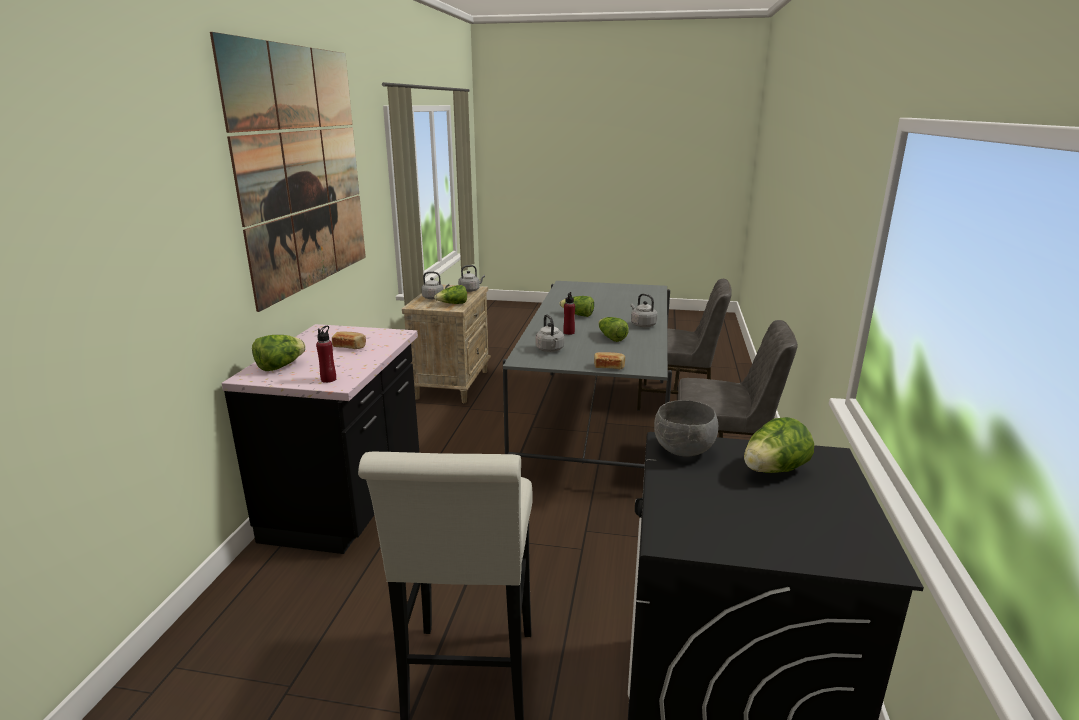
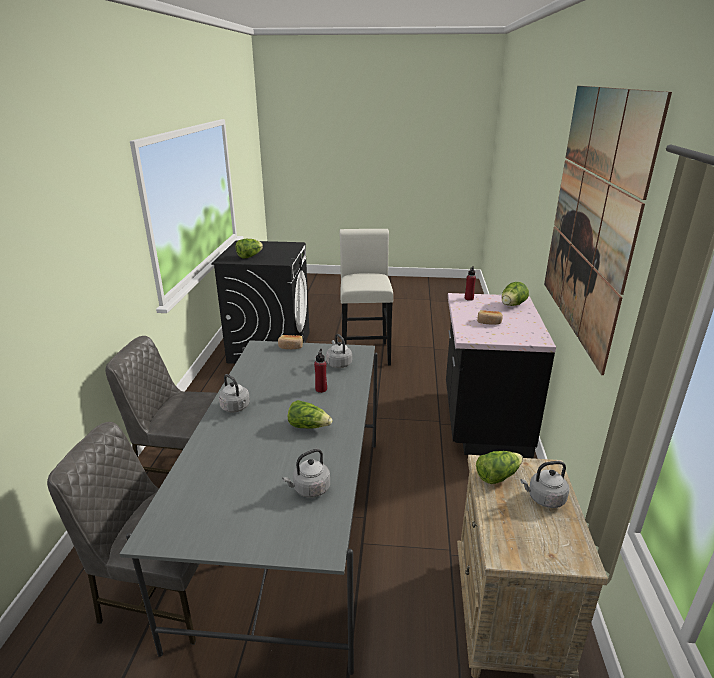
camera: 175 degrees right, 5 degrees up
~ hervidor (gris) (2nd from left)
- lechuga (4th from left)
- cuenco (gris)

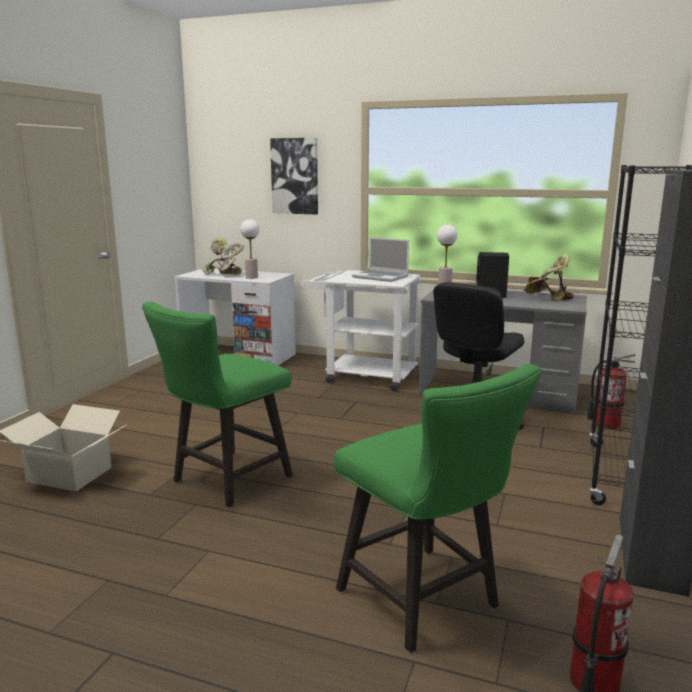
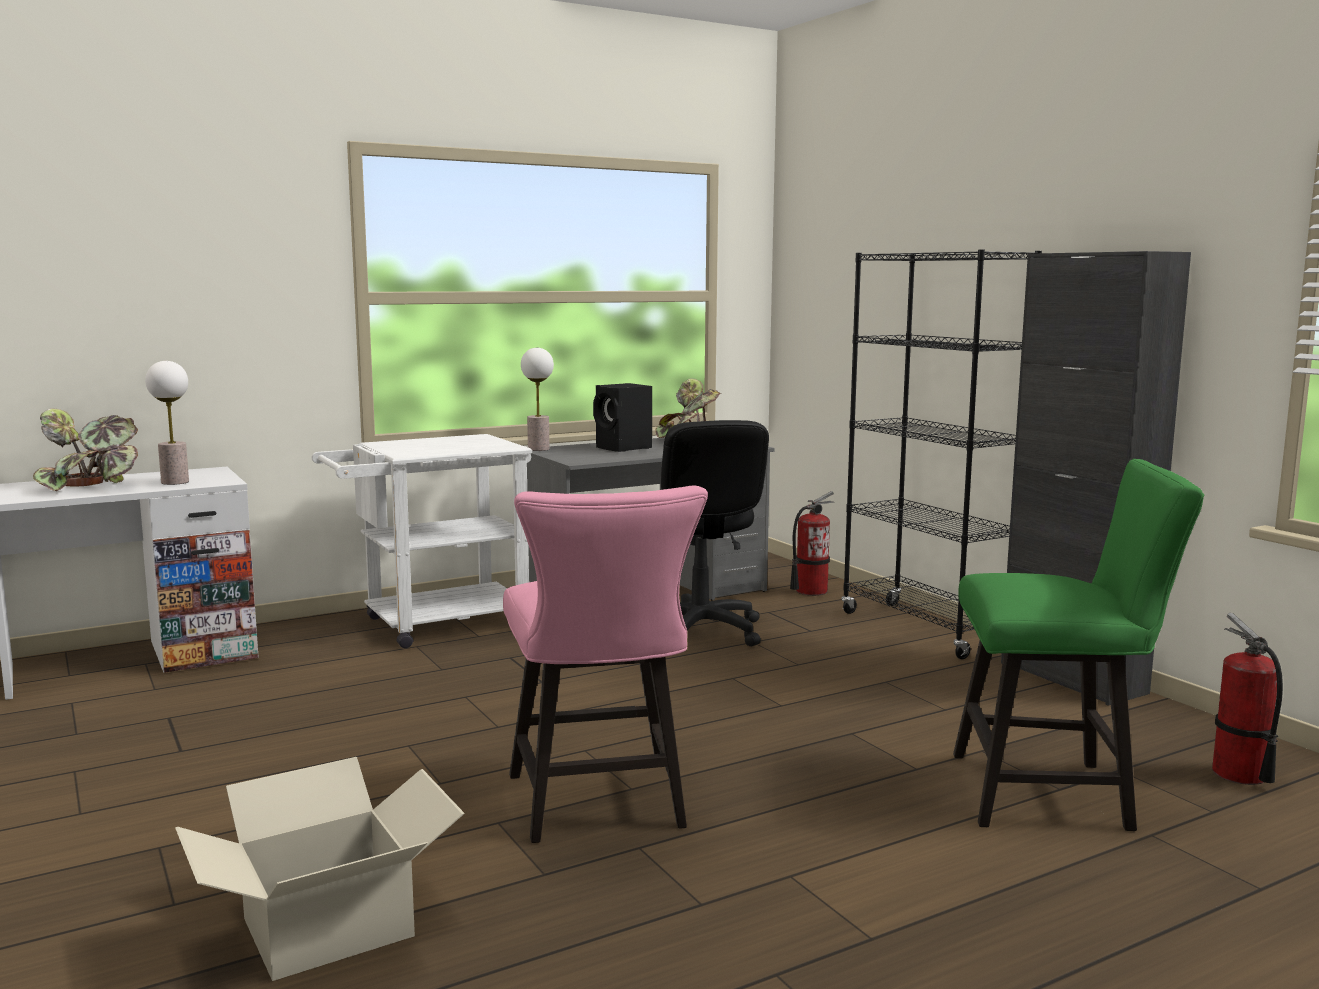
camera: 50 degrees left, 5 degrees down
- cuadro
- portátil
~ silla (verde) (1st from left) to silla (rosa)

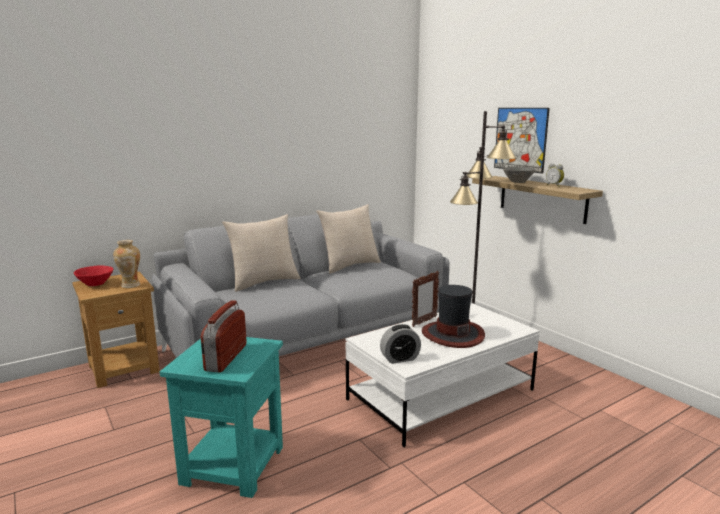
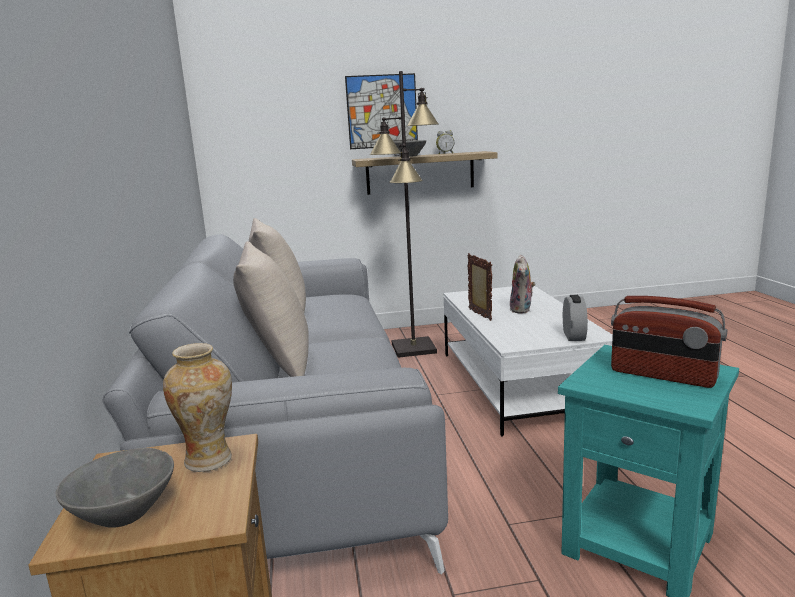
camera: 65 degrees left, 0 degrees up
~ cuenco (rojo) to cuenco (gris) (1st from left)
~ sombrero to peluche

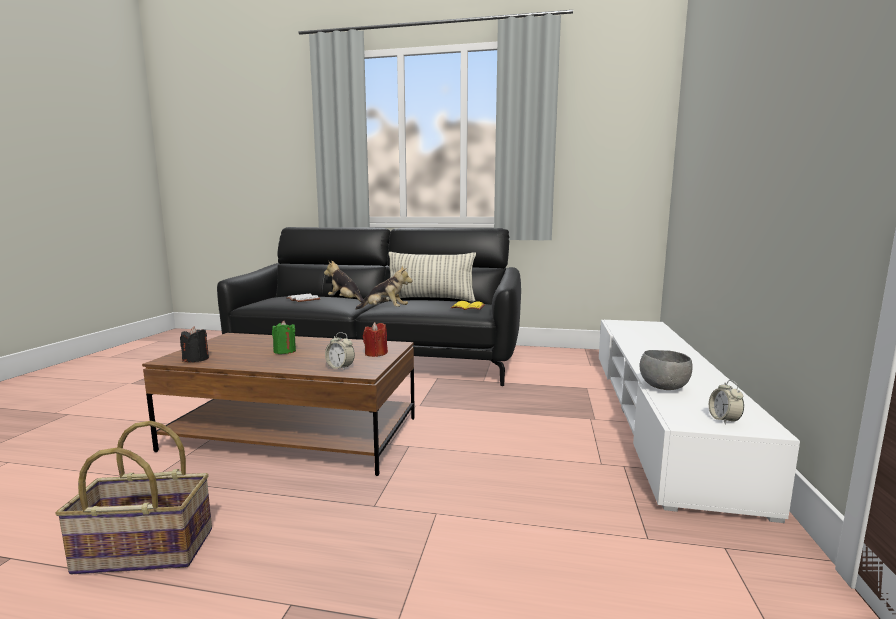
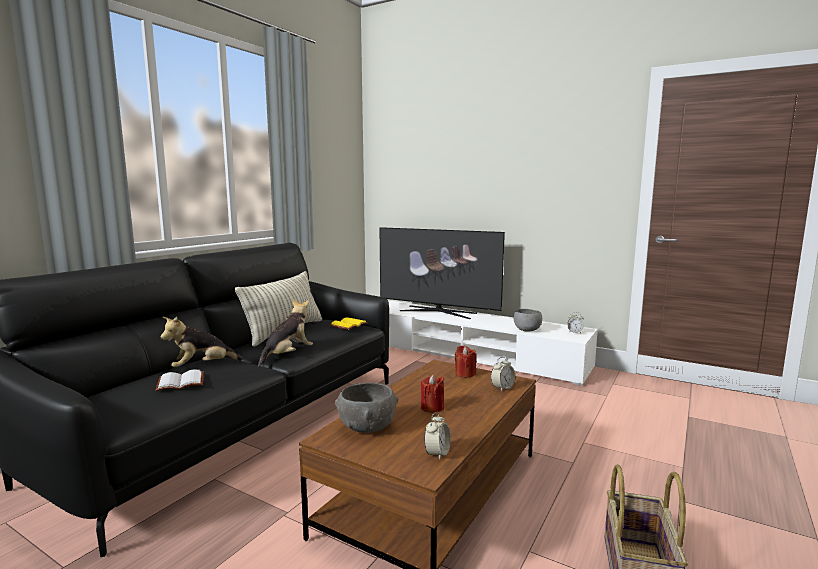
camera: 70 degrees left, 0 degrees up
~ vela (verde) to vela (rojo) (1st from left)
~ vela (negro) to despertador (1st from left)
+ televisor
+ cuenco (gris) (1st from left)

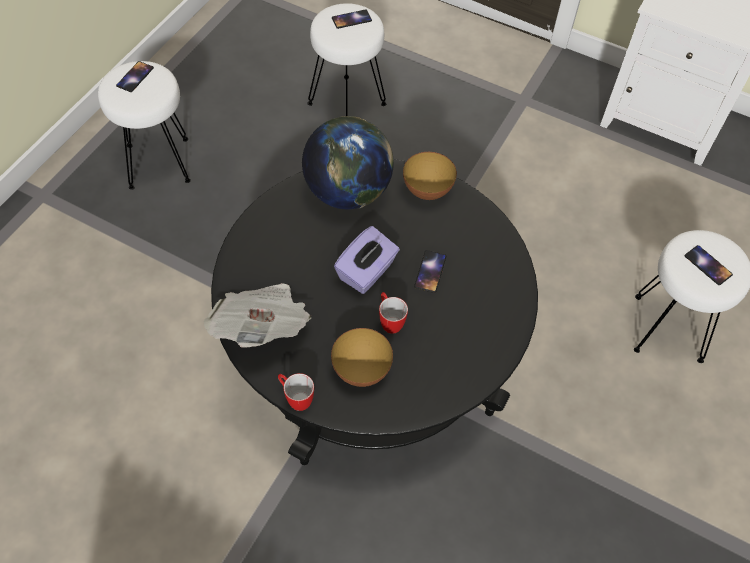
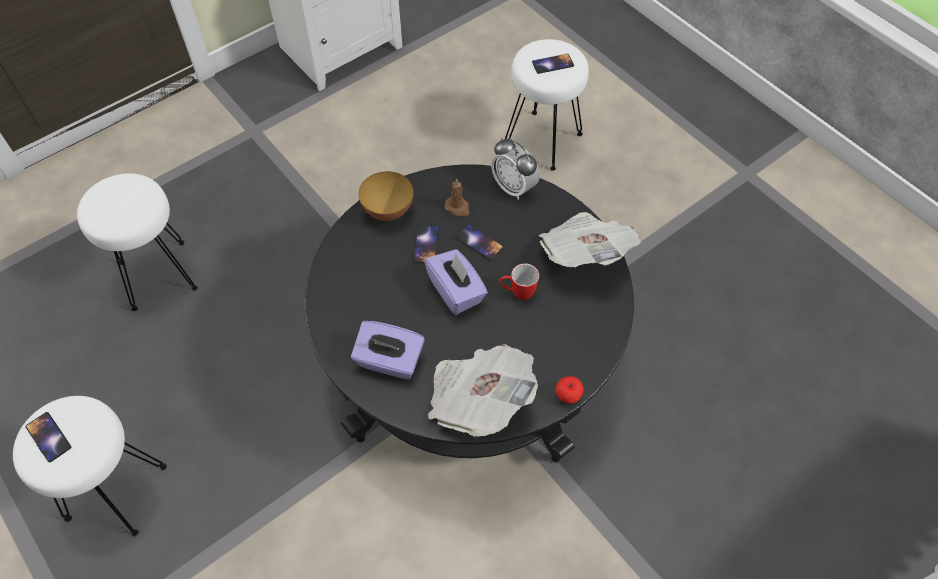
camera: 65 degrees left, 0 degrees up
~ móvil (2nd from left)
- globo terráqueo
- cuenco (1st from left)
~ taza grande (1st from left) to manzana
+ despertador
+ vela (marrón)
+ periódico (2nd from left)
+ caja de pañuelos (morado) (1st from left)

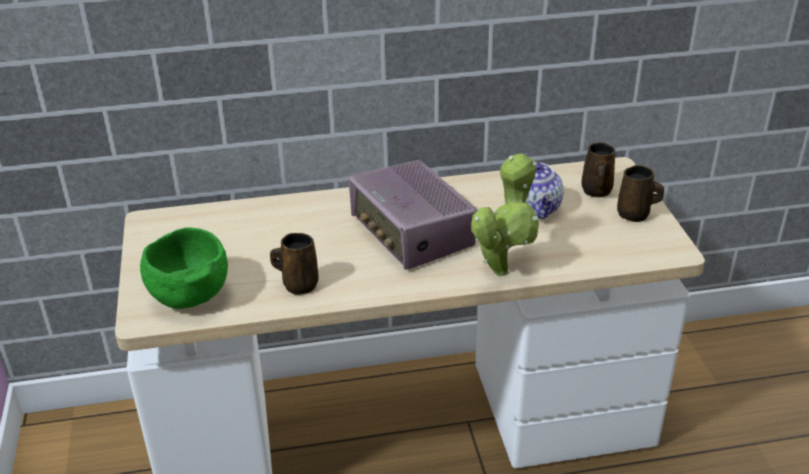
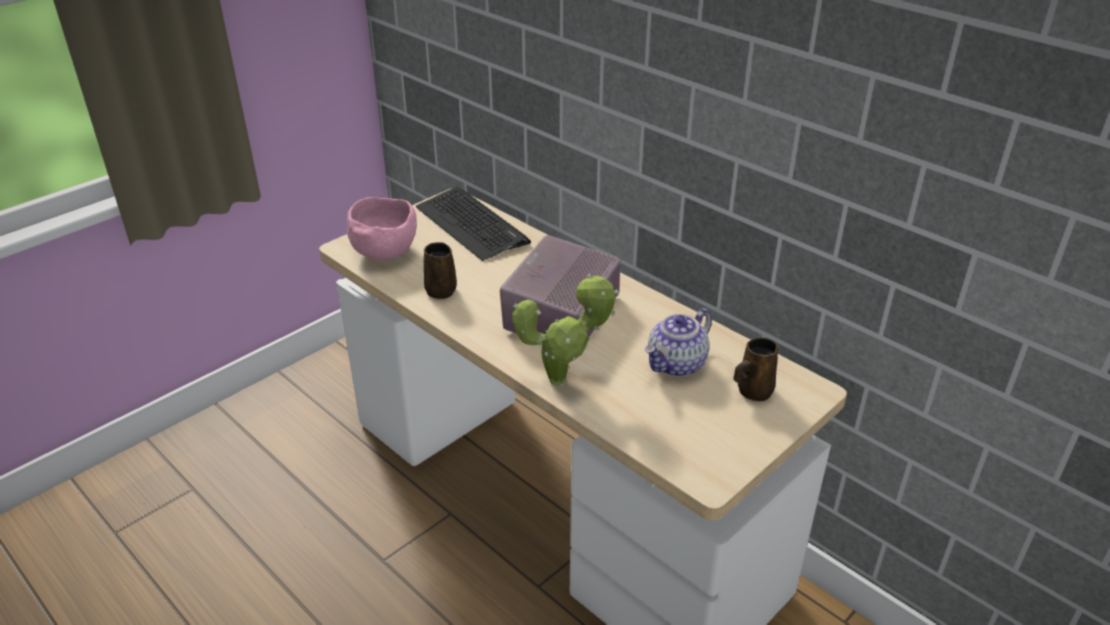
camera: 55 degrees right, 0 degrees up
- taza grande (marrón) (3rd from left)
~ cuenco (verde) to cuenco (rosa)
+ teclado

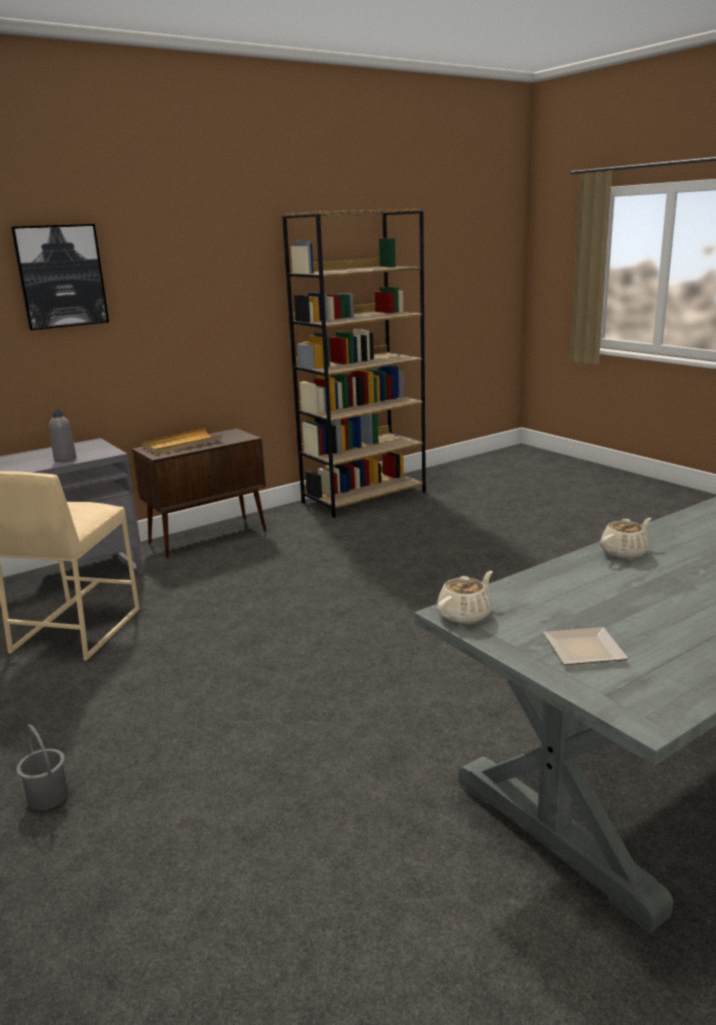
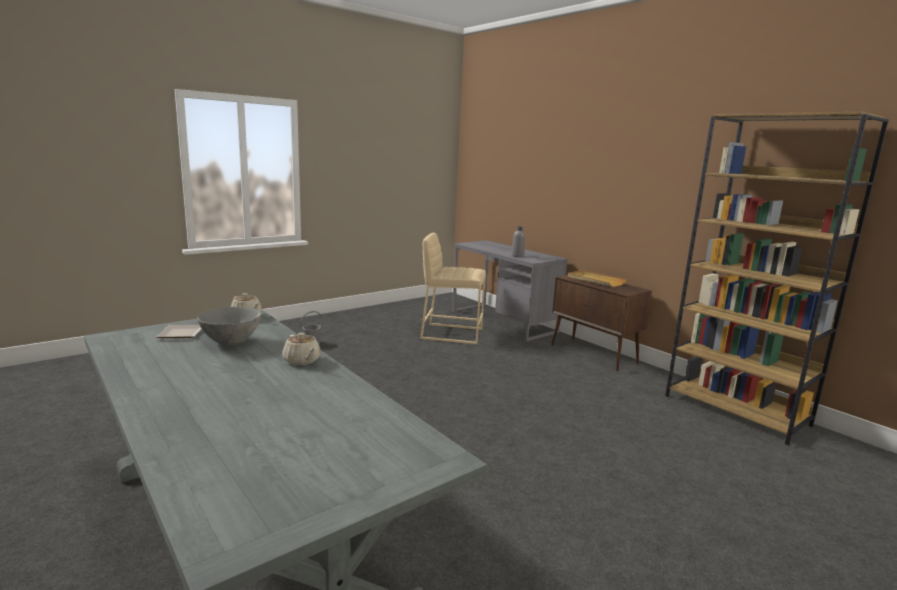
camera: 85 degrees right, 5 degrees down
- cuadro
+ cuenco (gris)

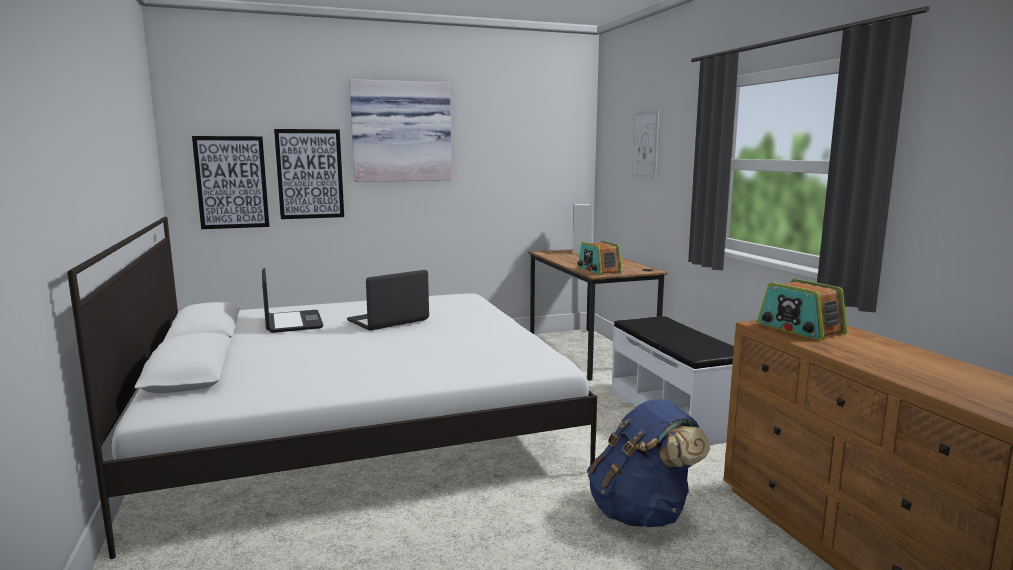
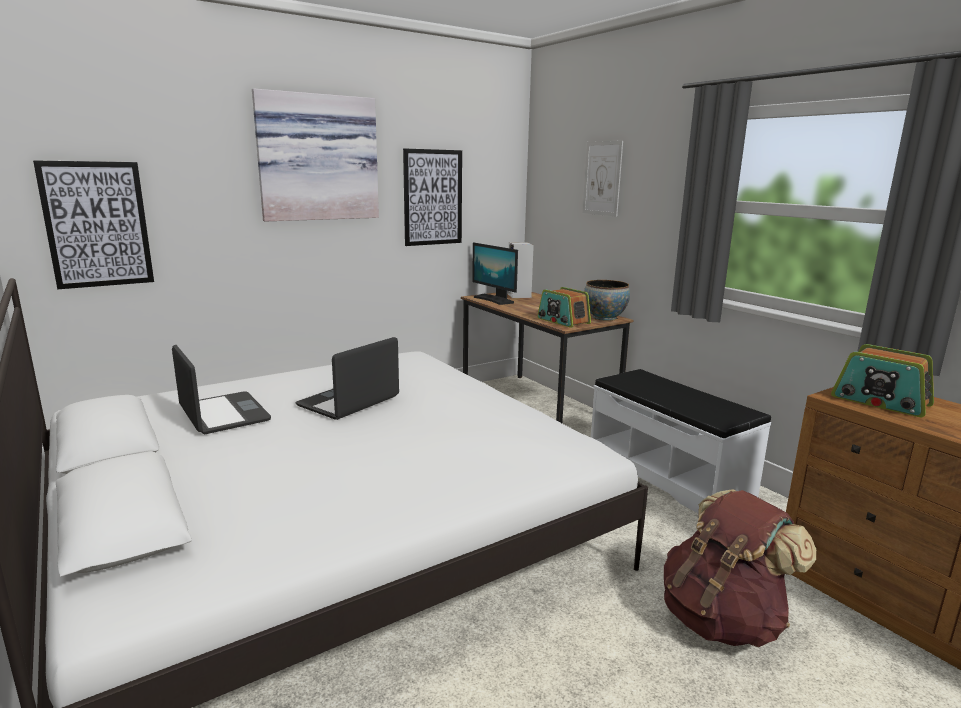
camera: 15 degrees left, 5 degrees up
~ cuadro (2nd from left in the first image) to cuadro (3rd from left)
~ mochila (azul) to mochila (marrón)
+ monitor
+ cuenco

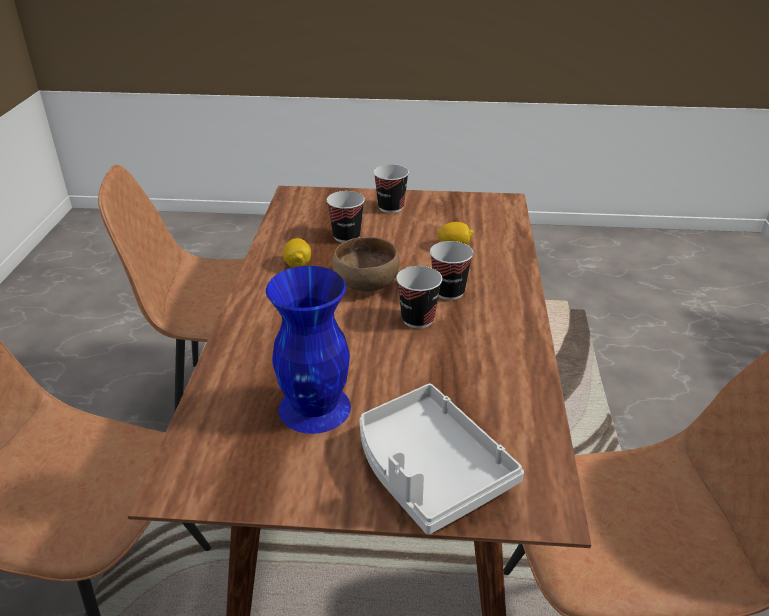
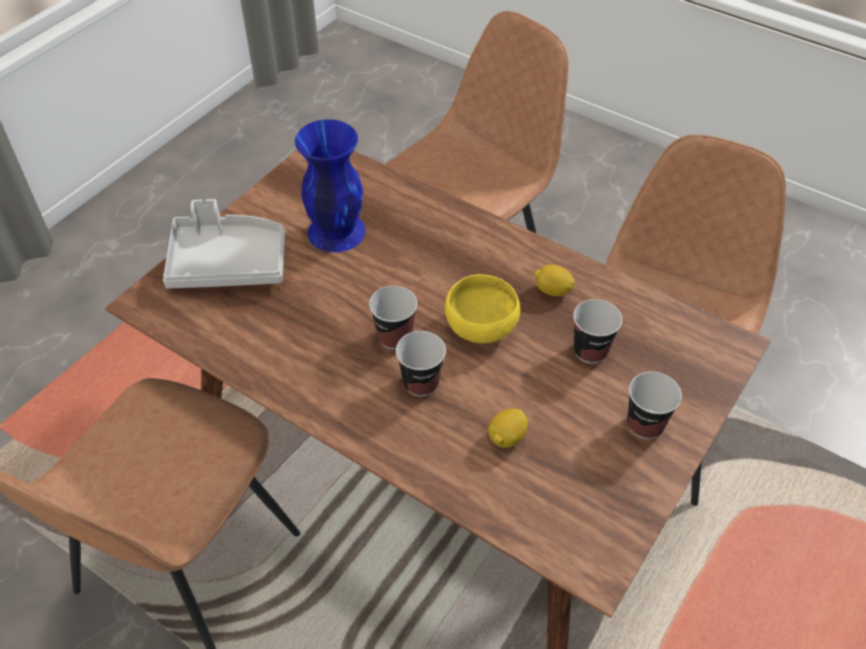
camera: 120 degrees right, 15 degrees up
~ cuenco (marrón) to cuenco (amarillo)

